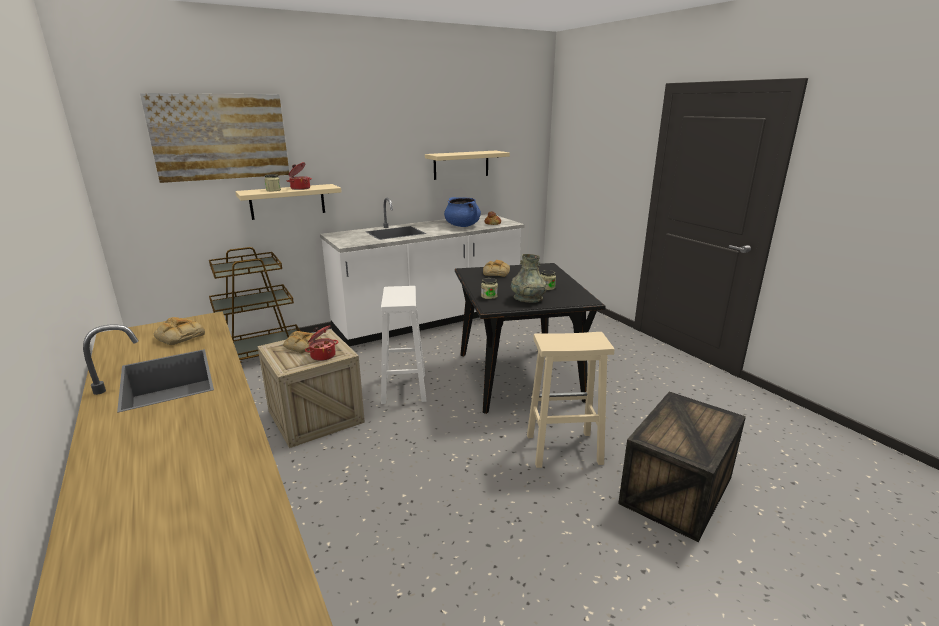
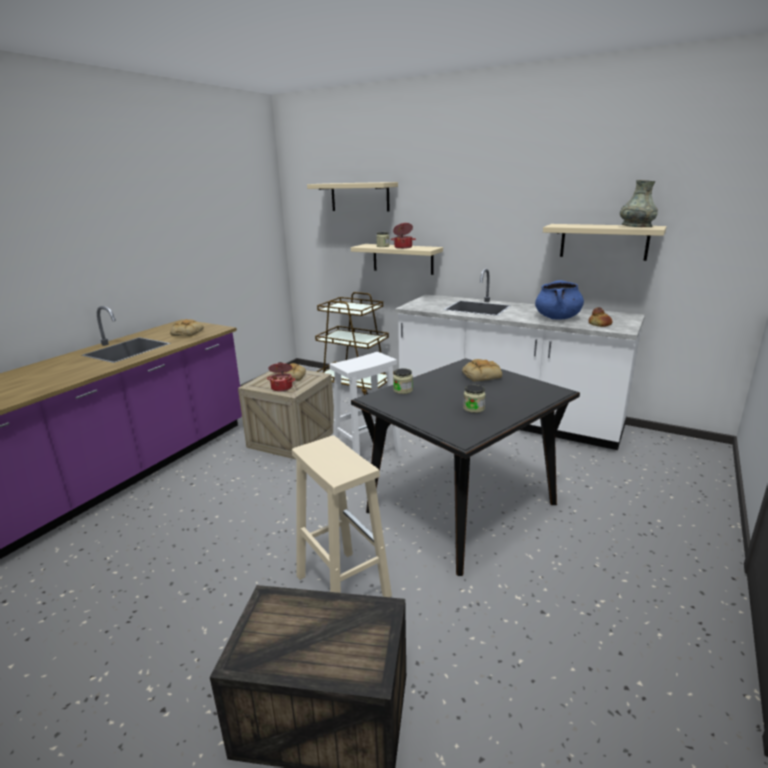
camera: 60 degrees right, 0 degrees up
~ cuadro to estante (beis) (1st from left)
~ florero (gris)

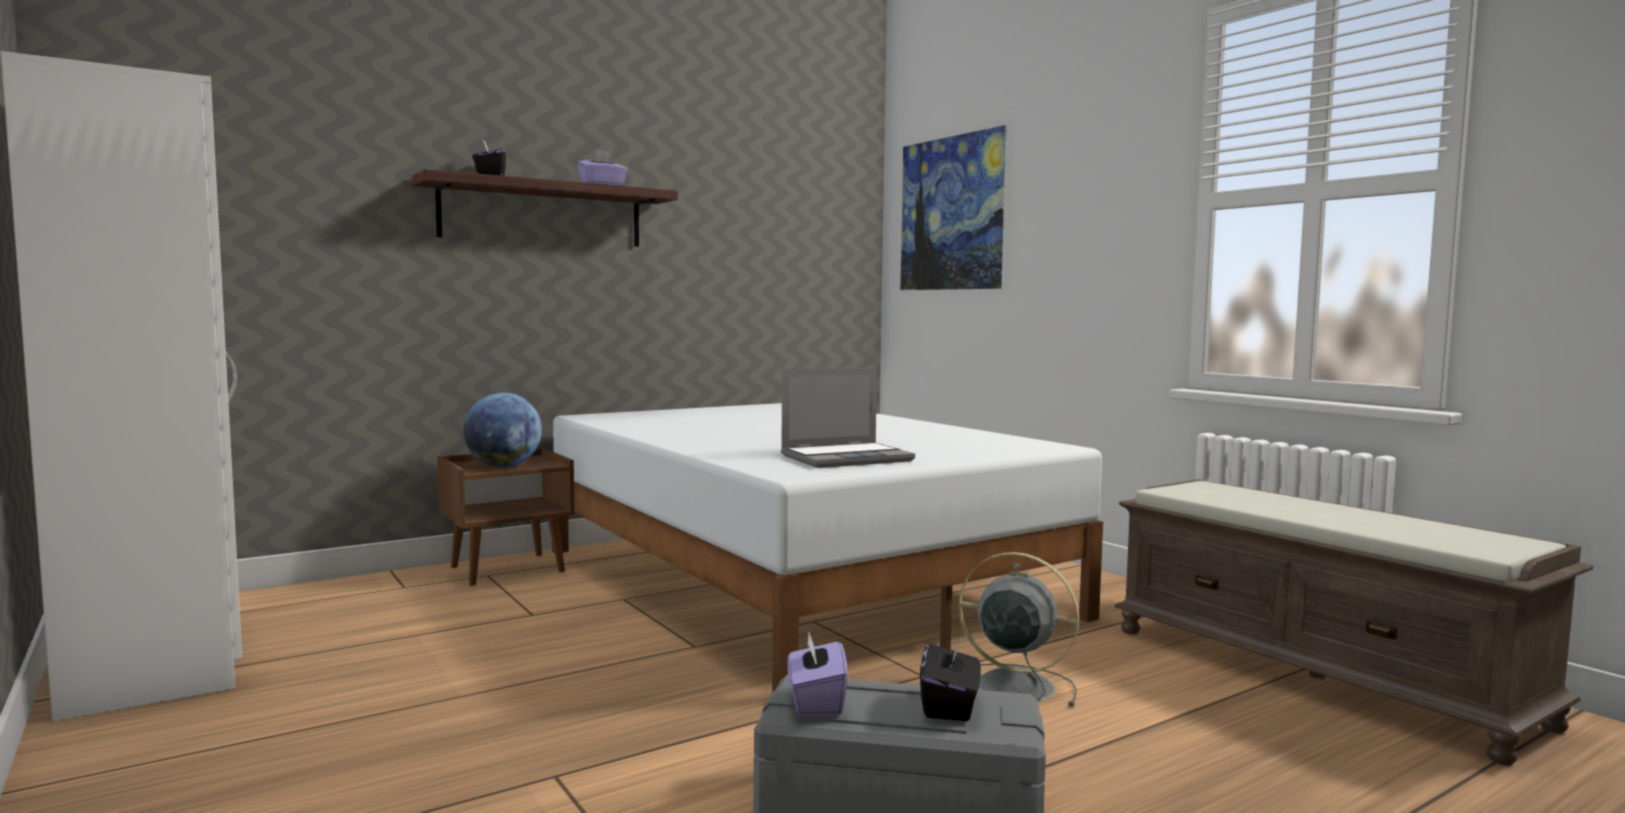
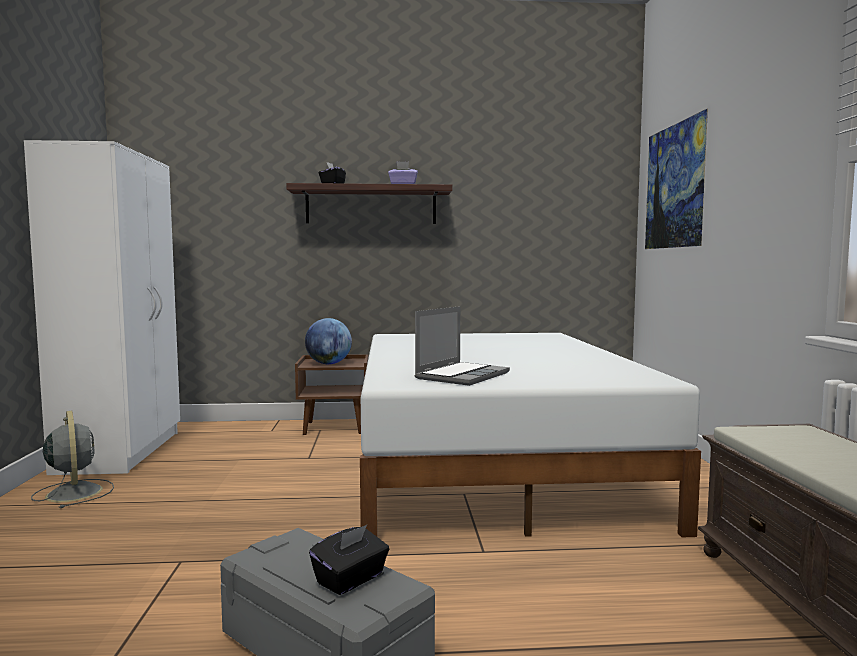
camera: 30 degrees right, 0 degrees up
~ portátil 60 degrees counterclockwise
~ ventilador (gris)
- caja de pañuelos (morado) (2nd from left)

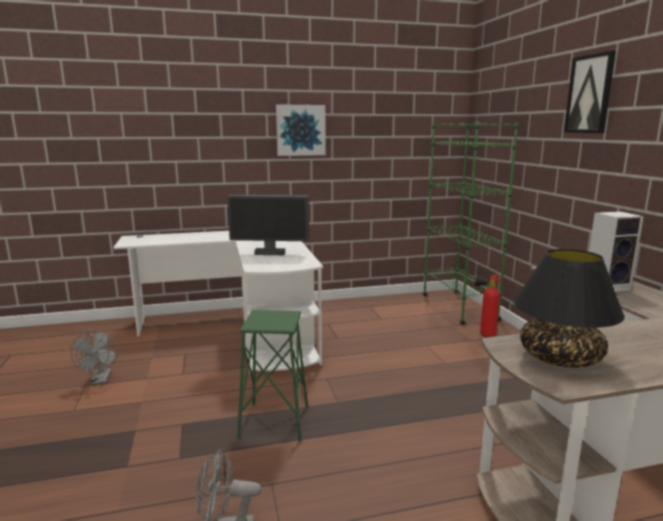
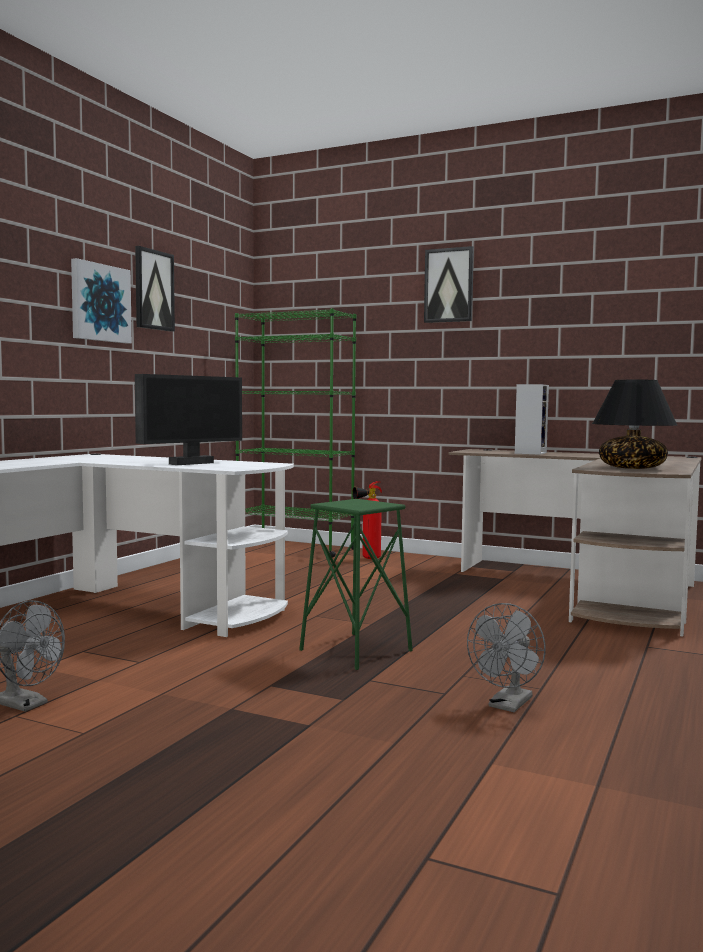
camera: 50 degrees left, 10 degrees down
+ cuadro (2nd from left)

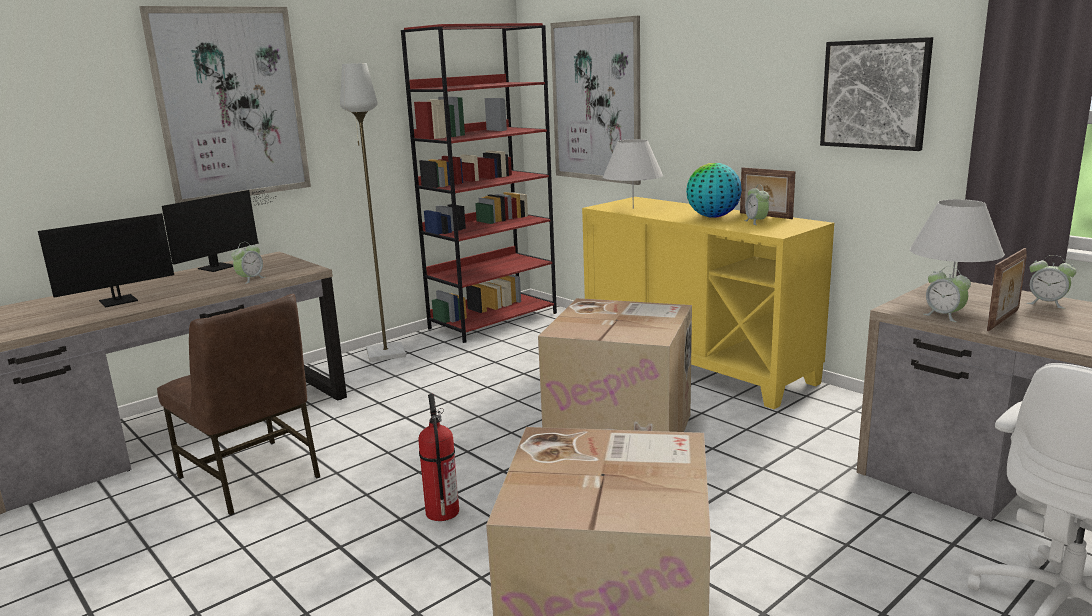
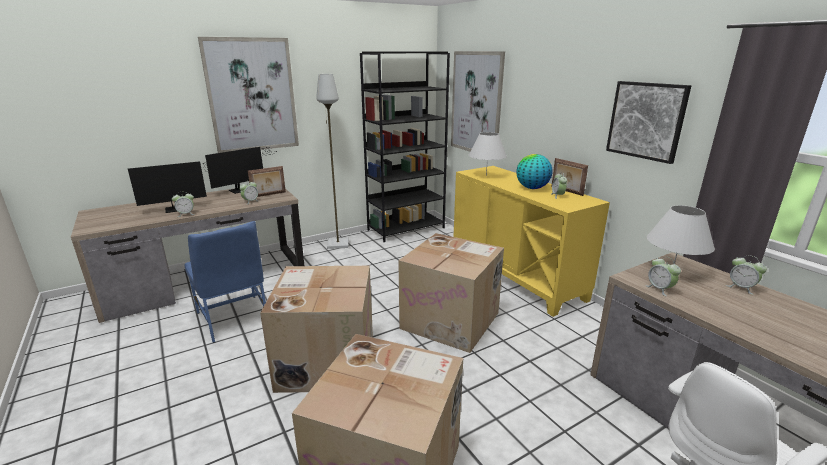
camera: 10 degrees right, 5 degrees up
~ estantería (rojo) to estantería (negro)
~ portarretratos (2nd from left in the first image) to portarretratos (1st from left)
~ silla (marrón) to silla (azul)
~ extintor to caja de cartón (1st from left)
+ despertador (1st from left)

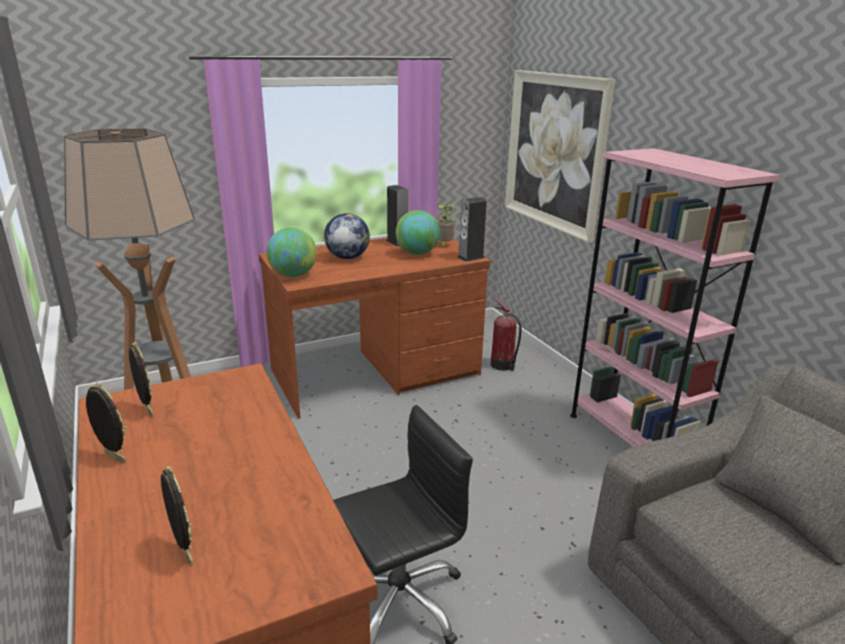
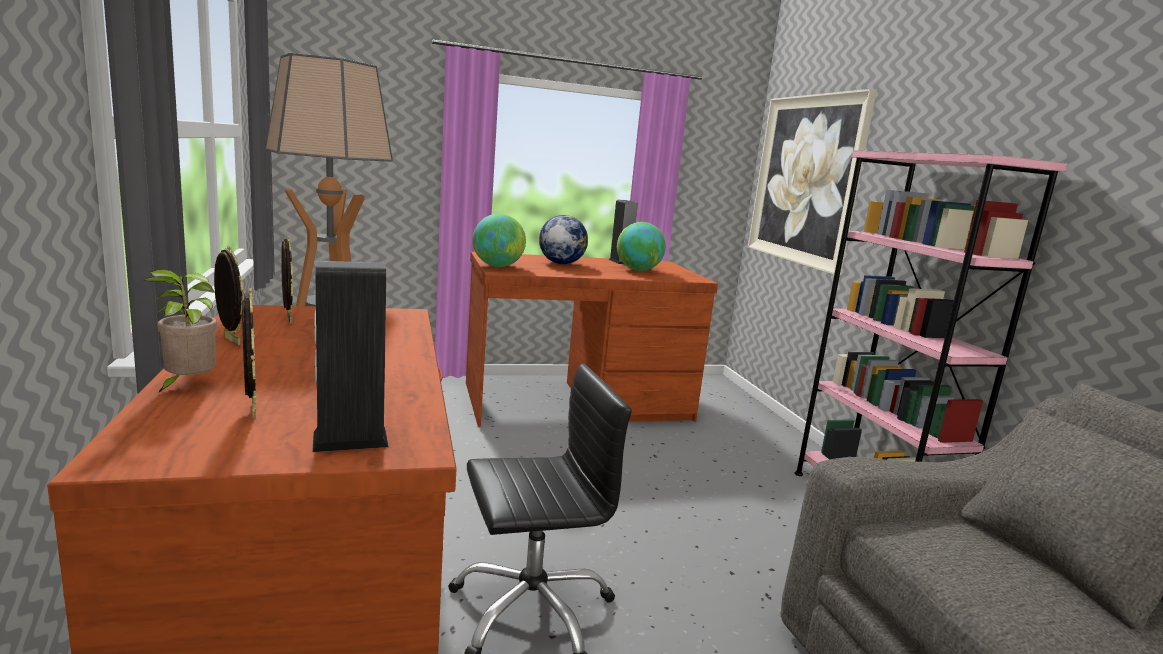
camera: 10 degrees right, 10 degrees down
~ altavoz (2nd from left in the first image) to altavoz (1st from left)
~ planta en maceta
- extintor

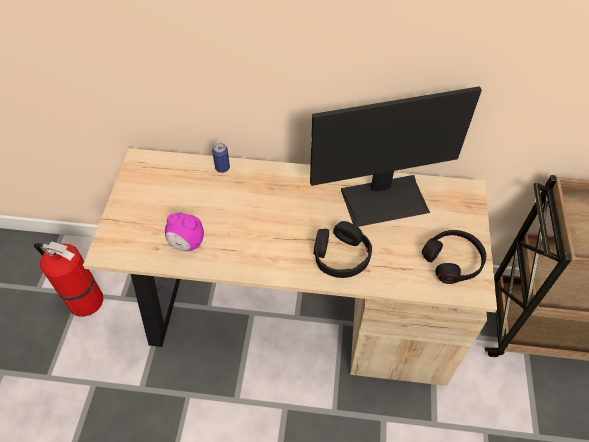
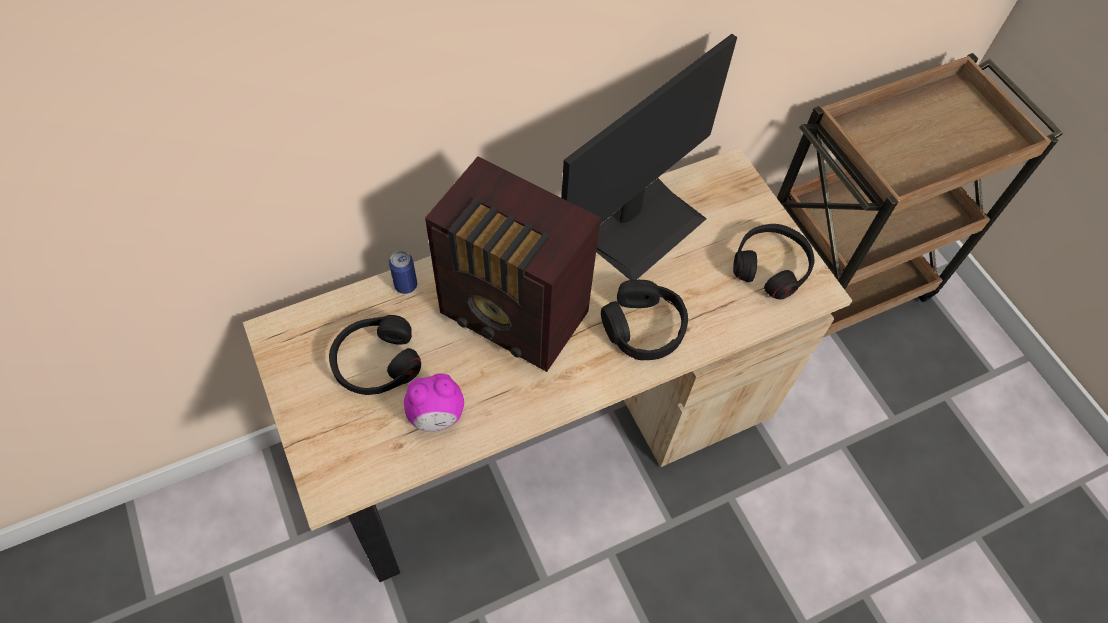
camera: 35 degrees left, 5 degrees up
- extintor
+ radio
+ auriculares (negro) (1st from left)

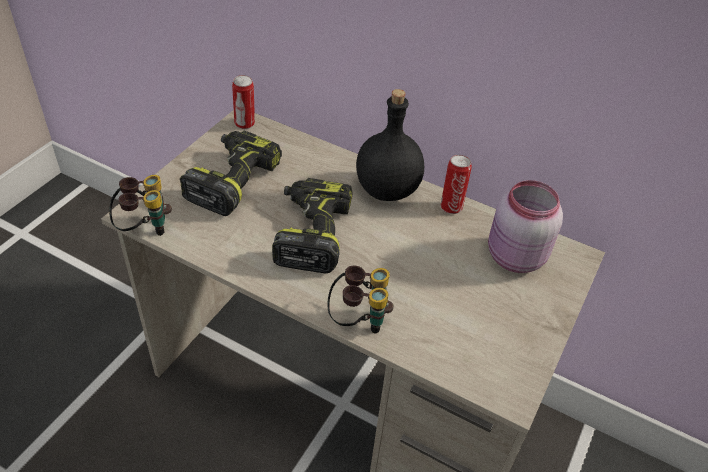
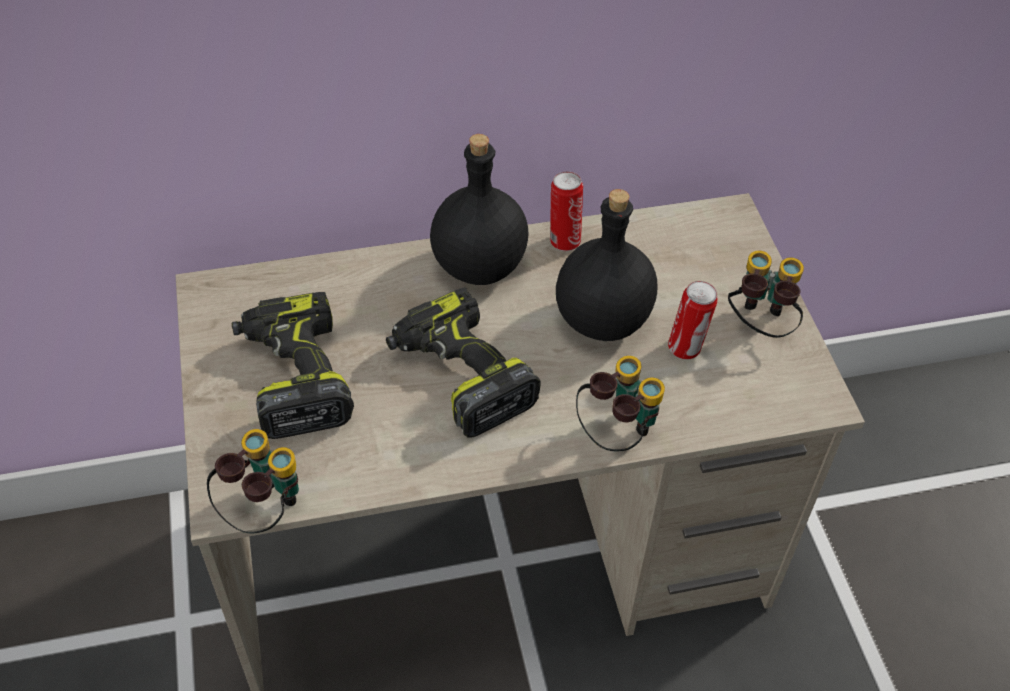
camera: 40 degrees left, 5 degrees up
~ lata (1st from left in the first image) to lata (2nd from left)
- tarro (rosa)
+ botella (negro) (2nd from left)
+ prismáticos (3rd from left)

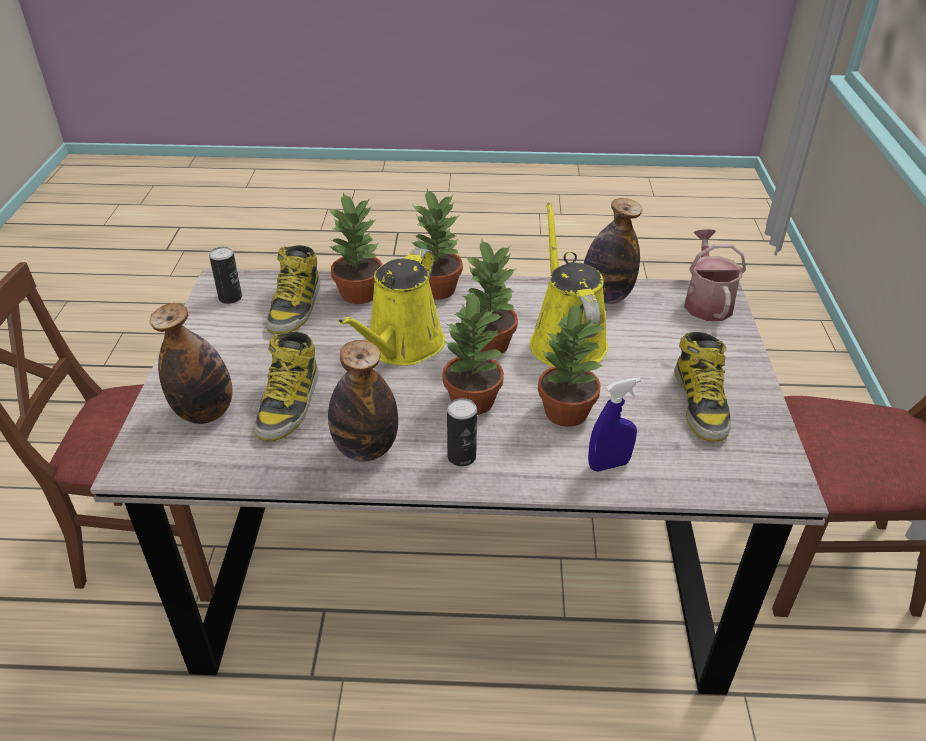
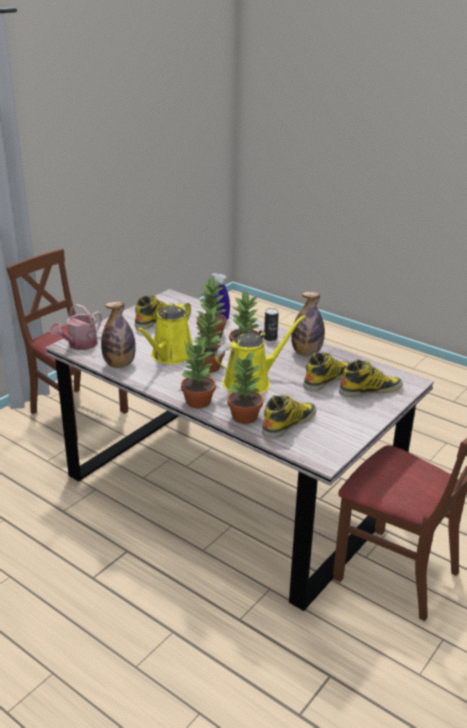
camera: 145 degrees left, 10 degrees down
- lata (1st from left)
~ botella (1st from left) to bota (4th from left)

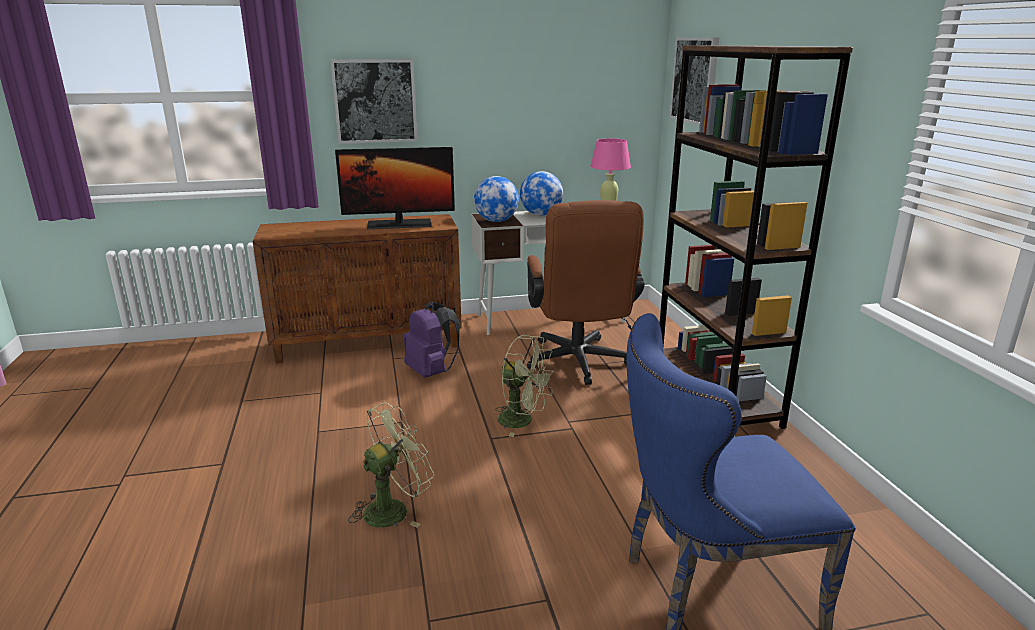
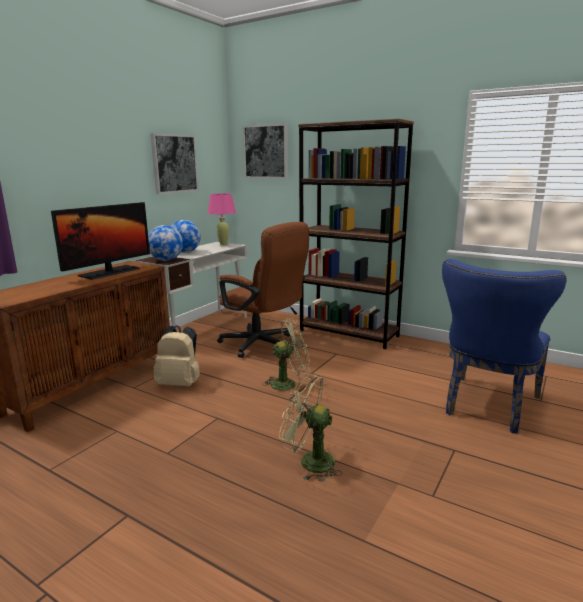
camera: 45 degrees left, 5 degrees down
~ cuadro (1st from left)
~ mochila (morado) to mochila (beis)
~ ventilador (verde) (1st from left in the first image) 75 degrees counterclockwise

